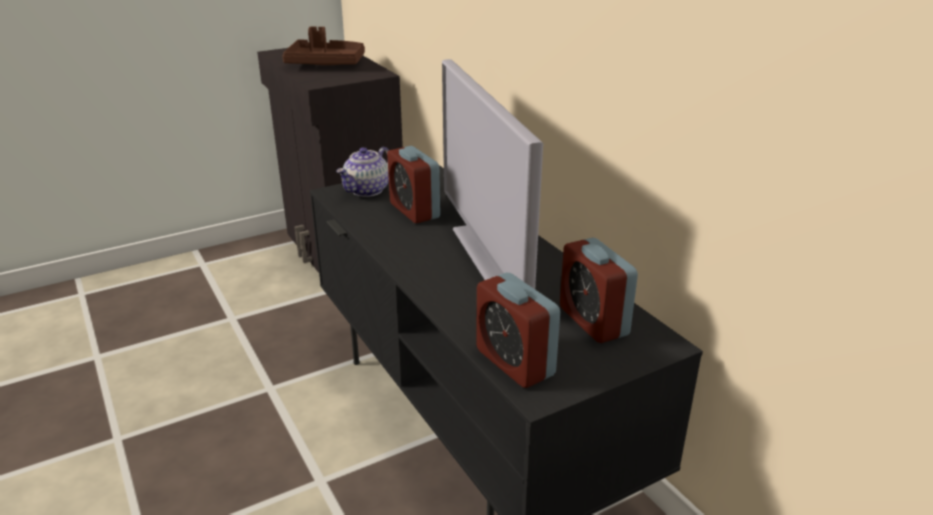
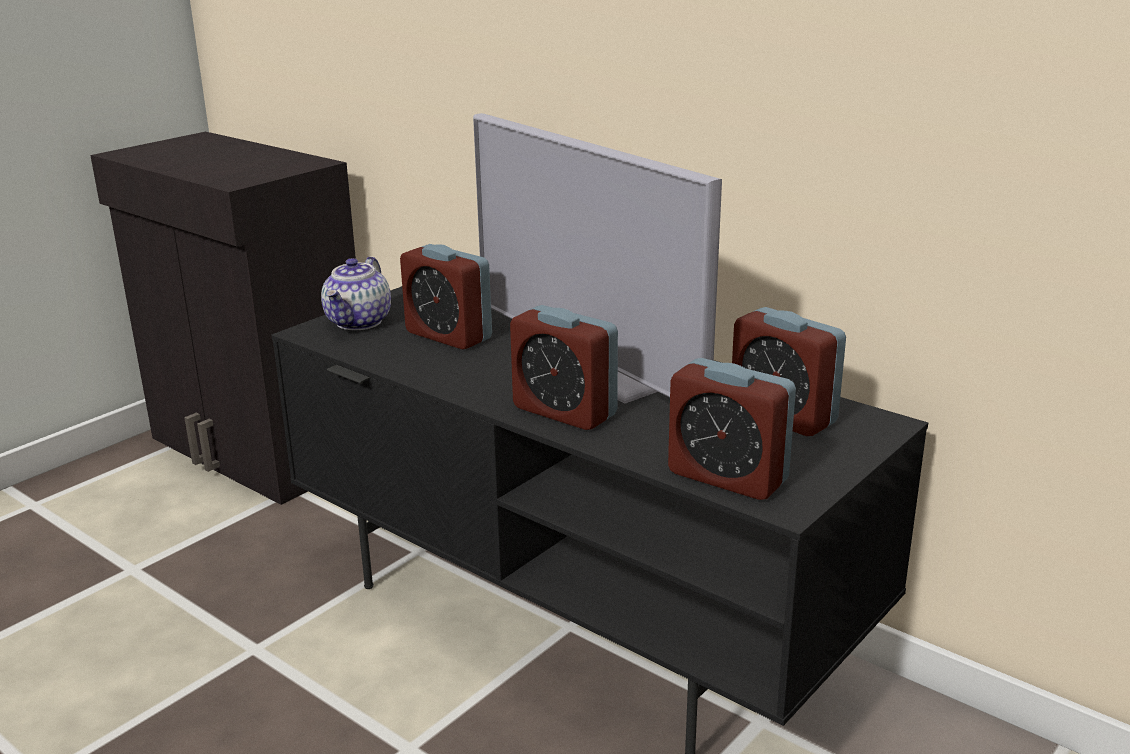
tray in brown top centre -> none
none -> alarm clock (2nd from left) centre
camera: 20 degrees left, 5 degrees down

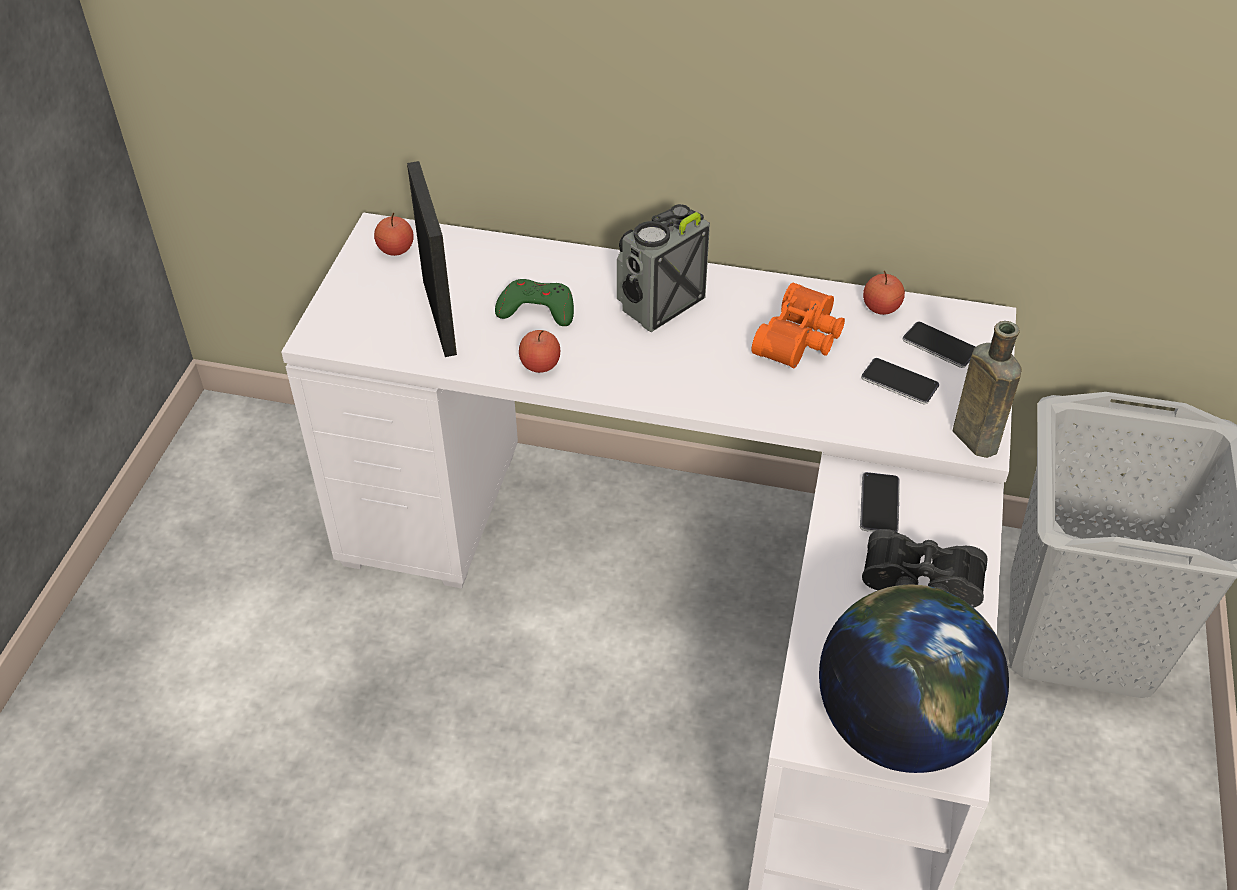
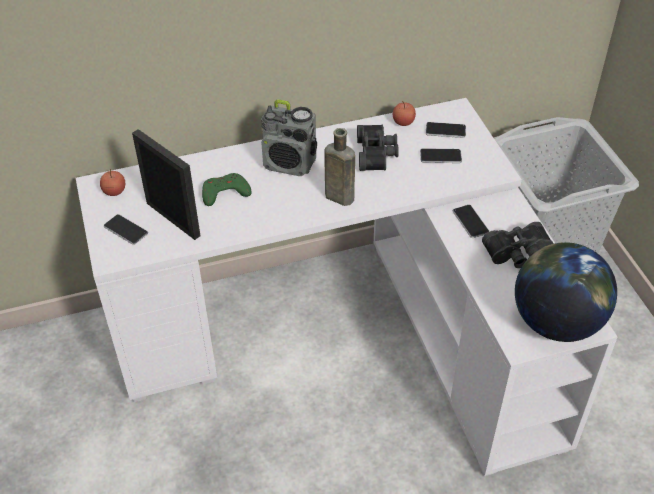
radio top centre, 90 degrees counterclockwise
binoculars in orange centre -> binoculars in black (1st from left) top centre
bottle in brown middle right -> bottle in brown centre, moved
apple (2nd from left) centre -> none
none -> phone (1st from left) middle left
camera: 30 degrees left, 0 degrees up

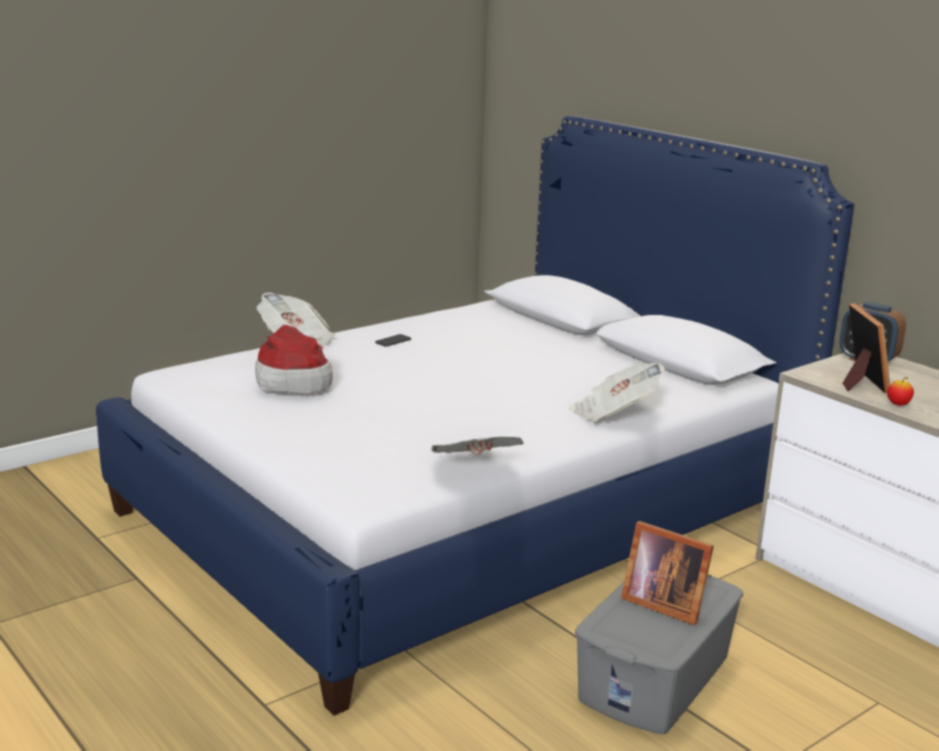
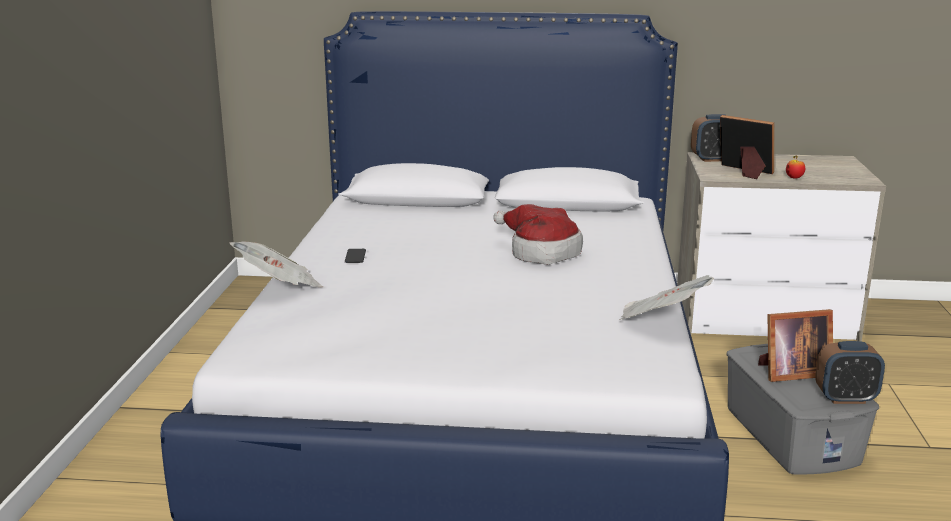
hat middle left -> hat centre, moved
newspaper (3rd from left) centre -> none
none -> alarm clock (2nd from left) bottom right
camera: 45 degrees left, 0 degrees up

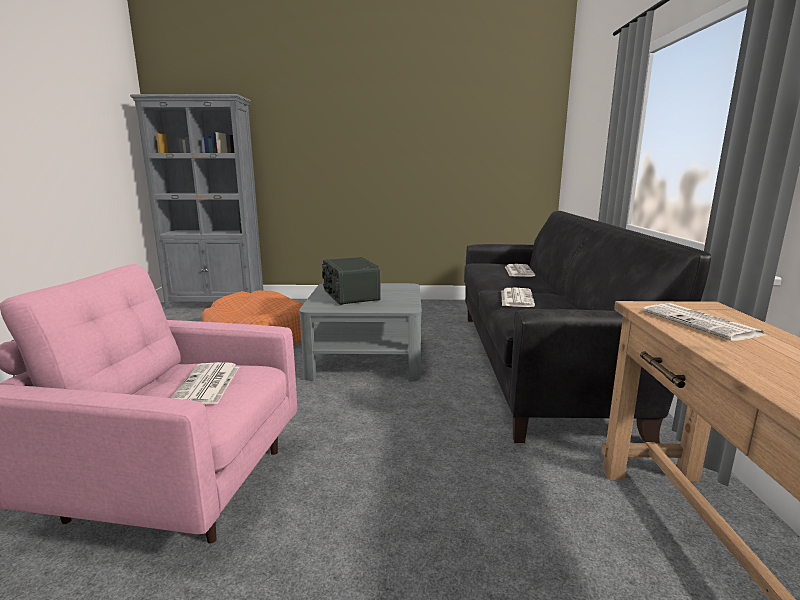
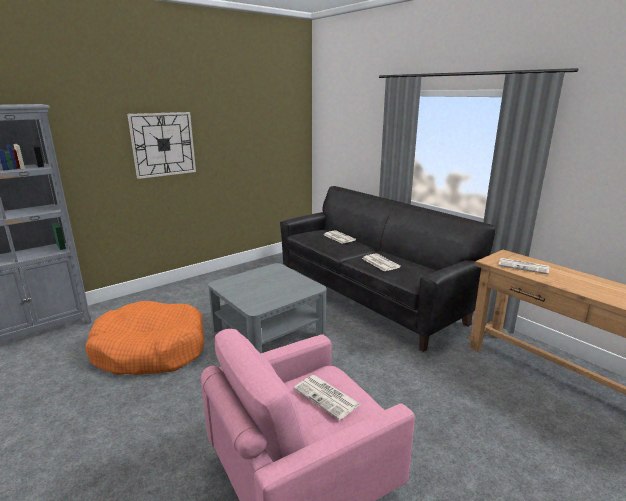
radio centre -> none
none -> wall clock top left
camera: 40 degrees left, 5 degrees up

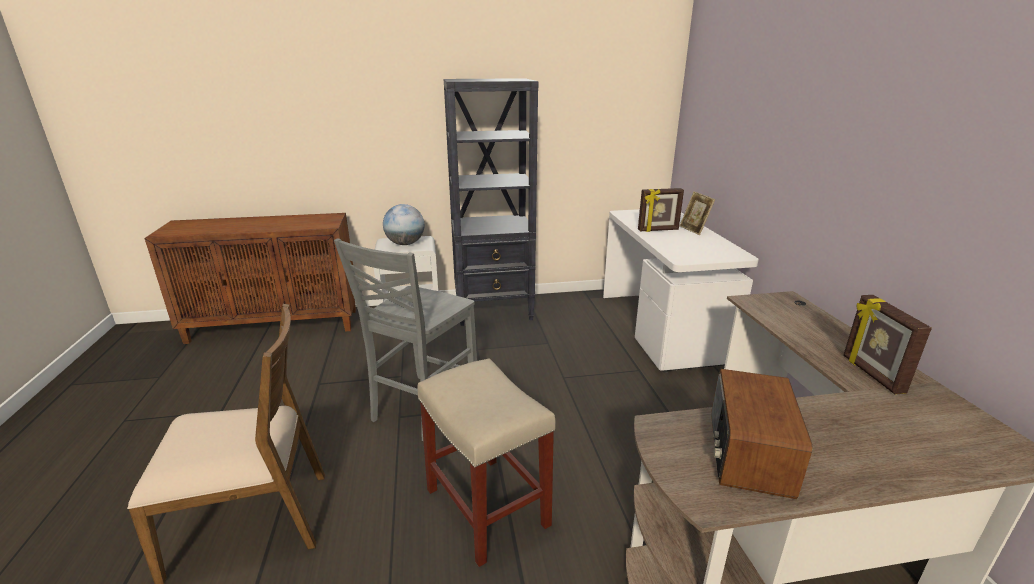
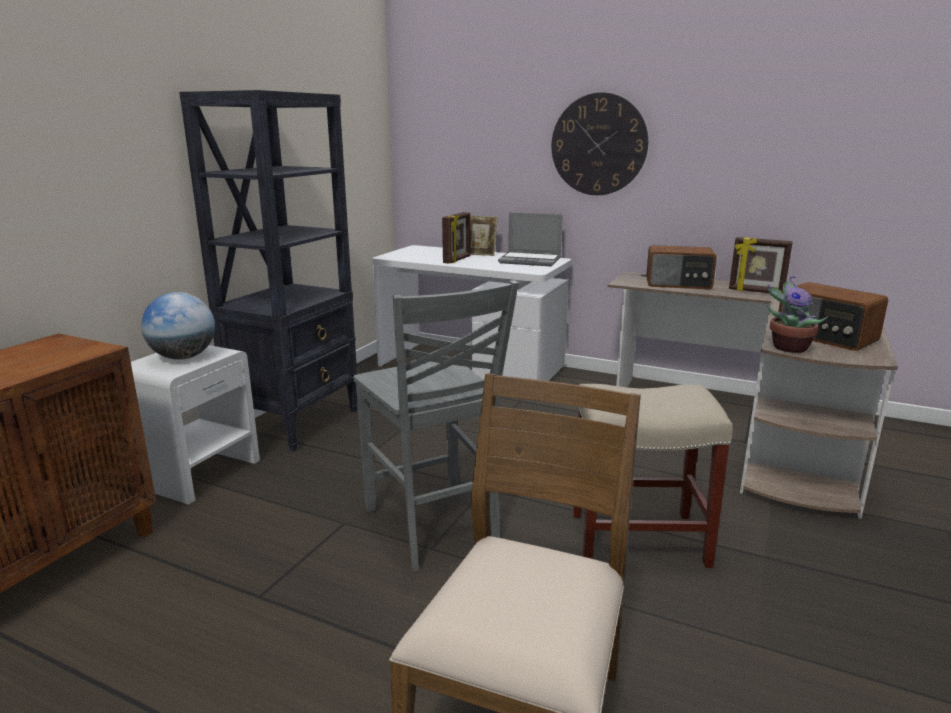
none -> wall clock top centre
none -> laptop centre
none -> radio (1st from left) middle right
none -> potted plant middle right
camera: 55 degrees left, 5 degrees down

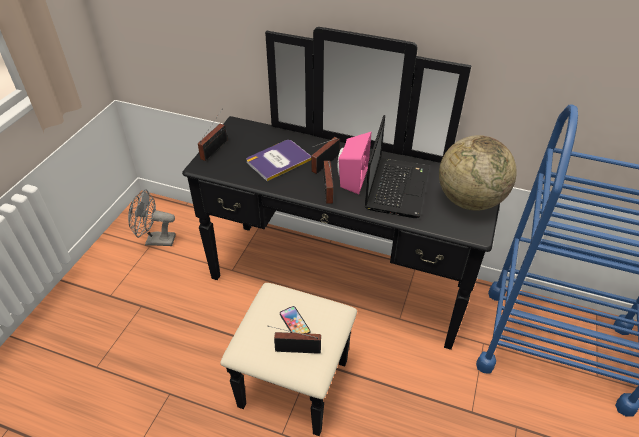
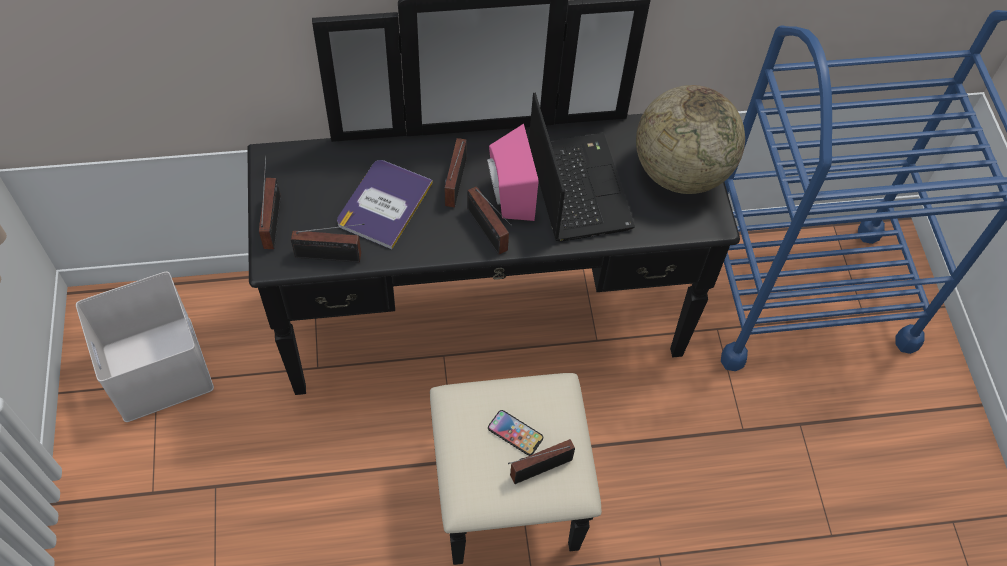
fan in grey middle left -> storage box in white middle left
none -> radio (2nd from left) middle left
camera: 30 degrees left, 15 degrees up

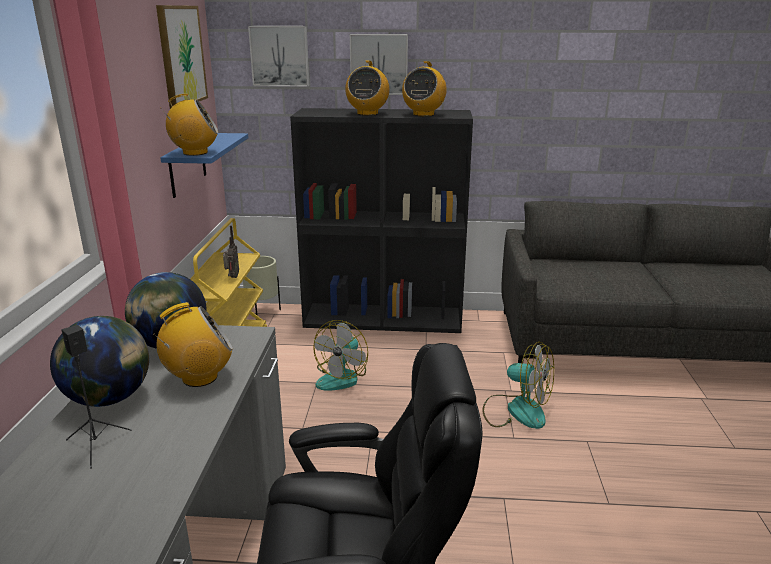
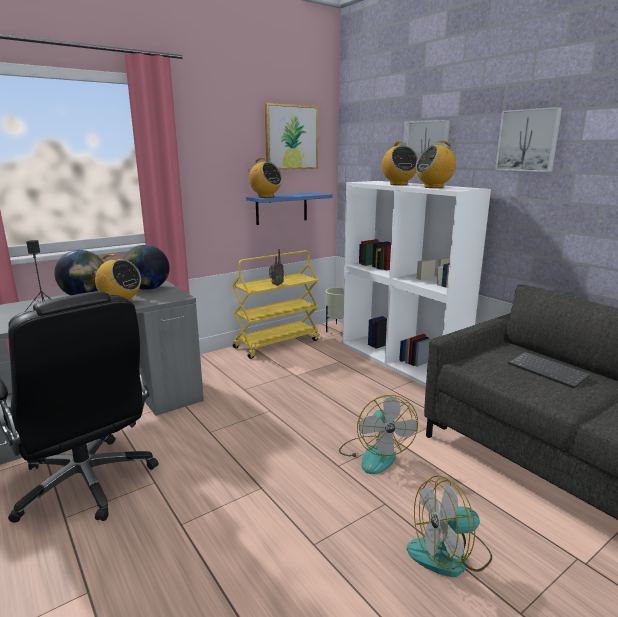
picture (2nd from left in the first image) top centre -> picture (3rd from left) top right, moved
radio (4th from left) top centre, 75 degrees counterclockwise
bookcase in black centre -> bookcase in white middle right
fan (1st from left in the first image) centre -> fan (2nd from left) bottom right, moved
none -> keyboard middle right
camera: 50 degrees right, 5 degrees down

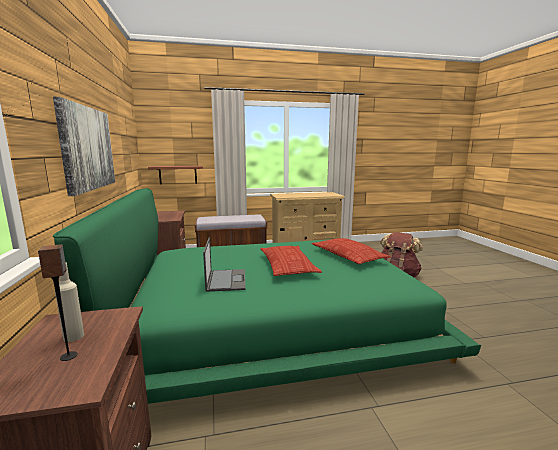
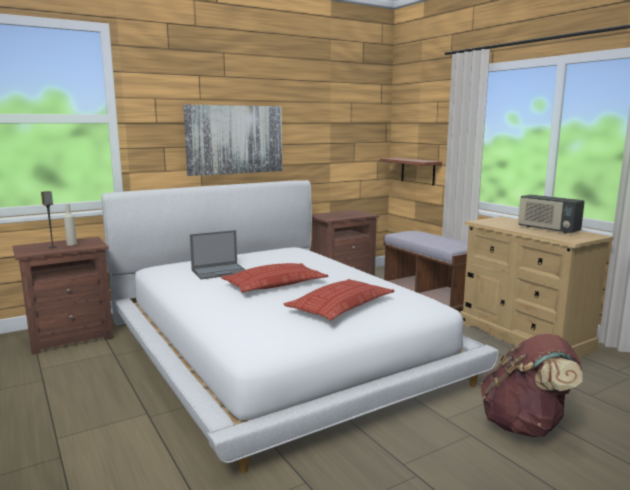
bed in green centre -> bed in white centre
none -> radio middle right
camera: 70 degrees right, 0 degrees up

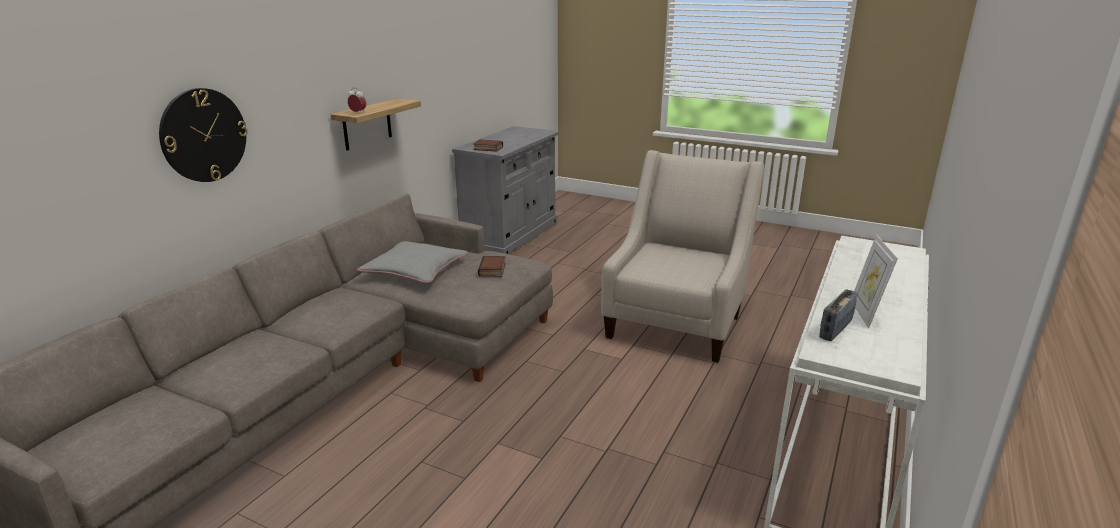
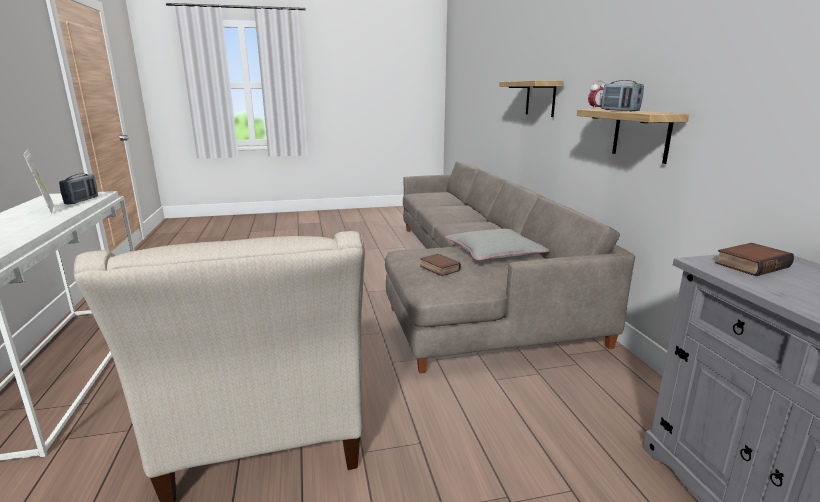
wall clock top left -> shelf (1st from left) top centre
none -> radio (2nd from left) top right
camera: 140 degrees right, 5 degrees down

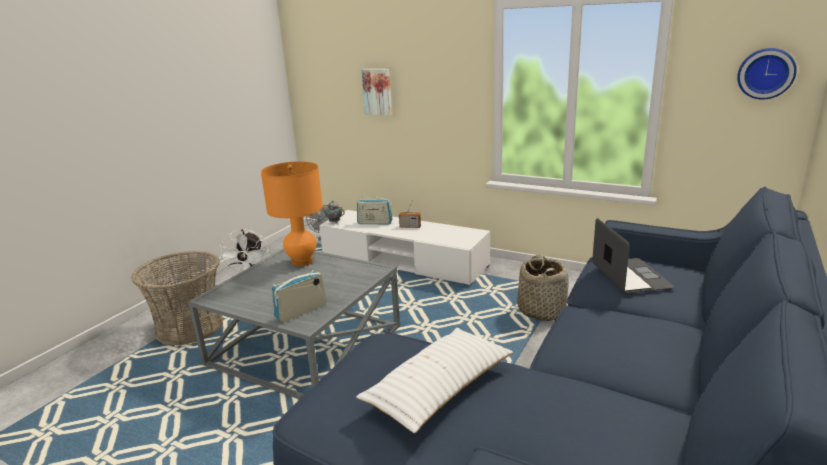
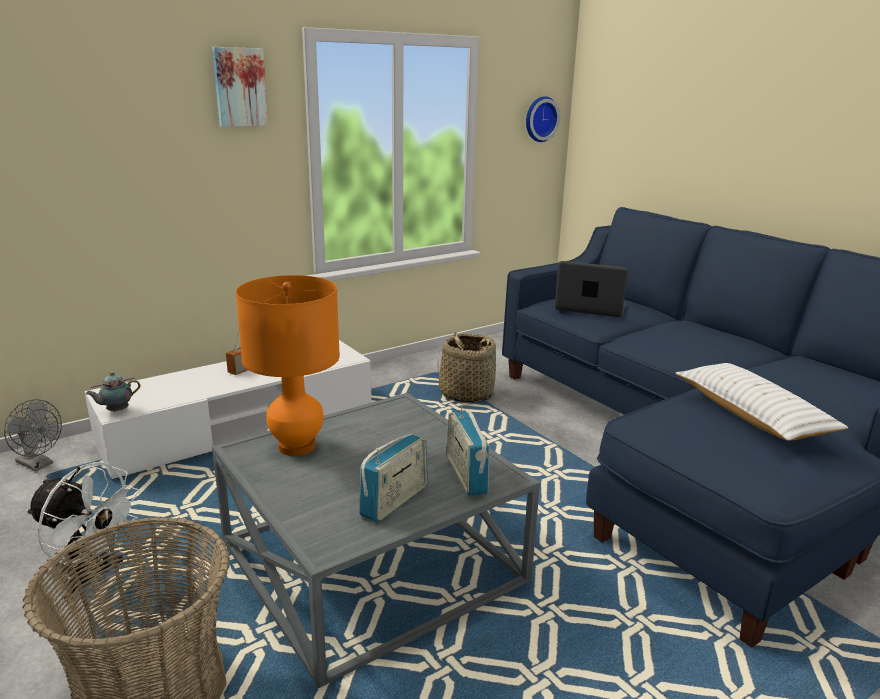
picture top centre -> picture top left, moved
radio (2nd from left) centre -> radio (2nd from left) bottom centre, moved
camera: 65 degrees left, 0 degrees up

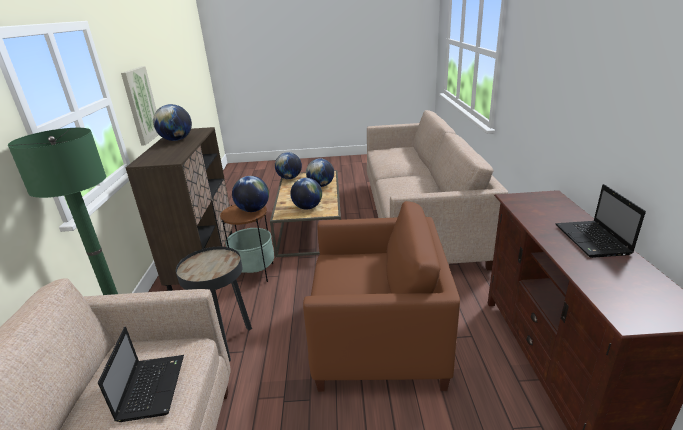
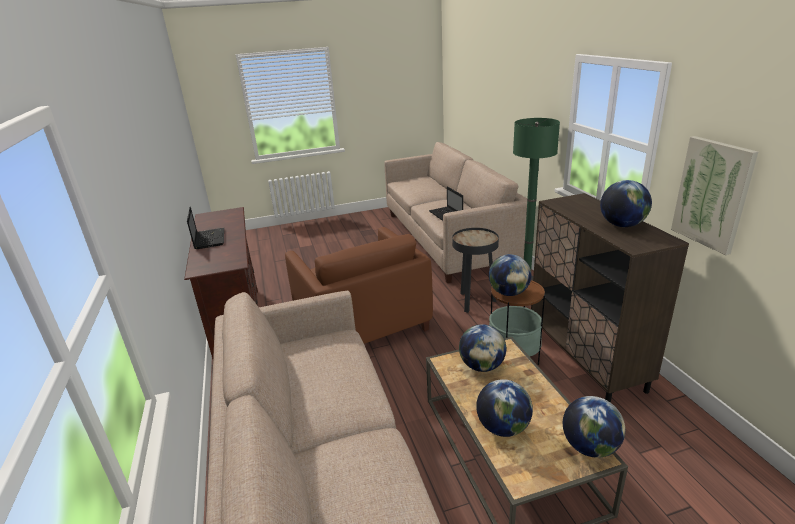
armchair in brown bottom centre -> armchair in brown centre, 105 degrees counterclockwise
camera: 165 degrees right, 0 degrees up

